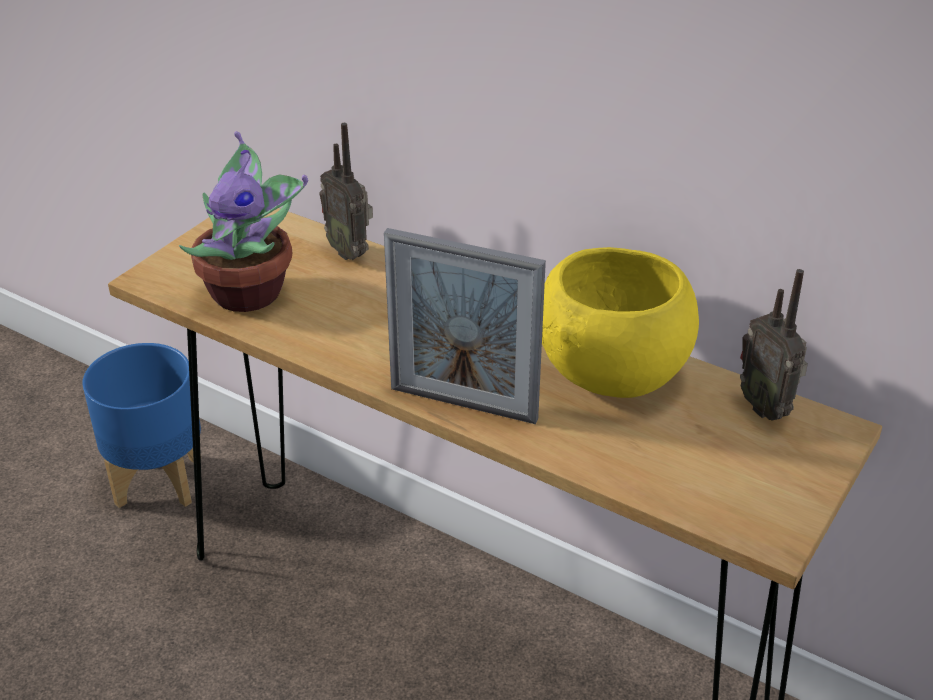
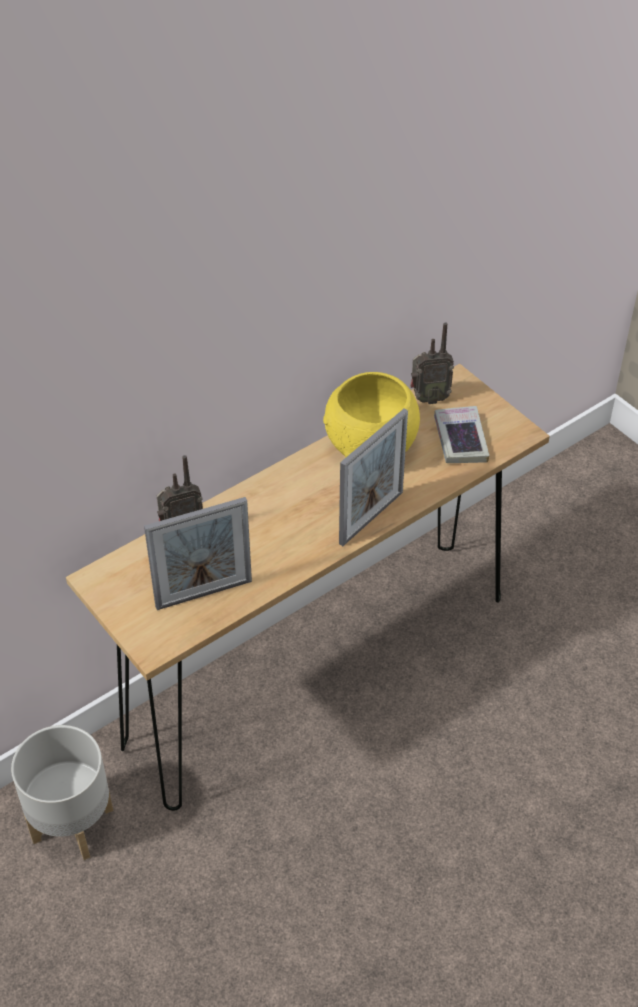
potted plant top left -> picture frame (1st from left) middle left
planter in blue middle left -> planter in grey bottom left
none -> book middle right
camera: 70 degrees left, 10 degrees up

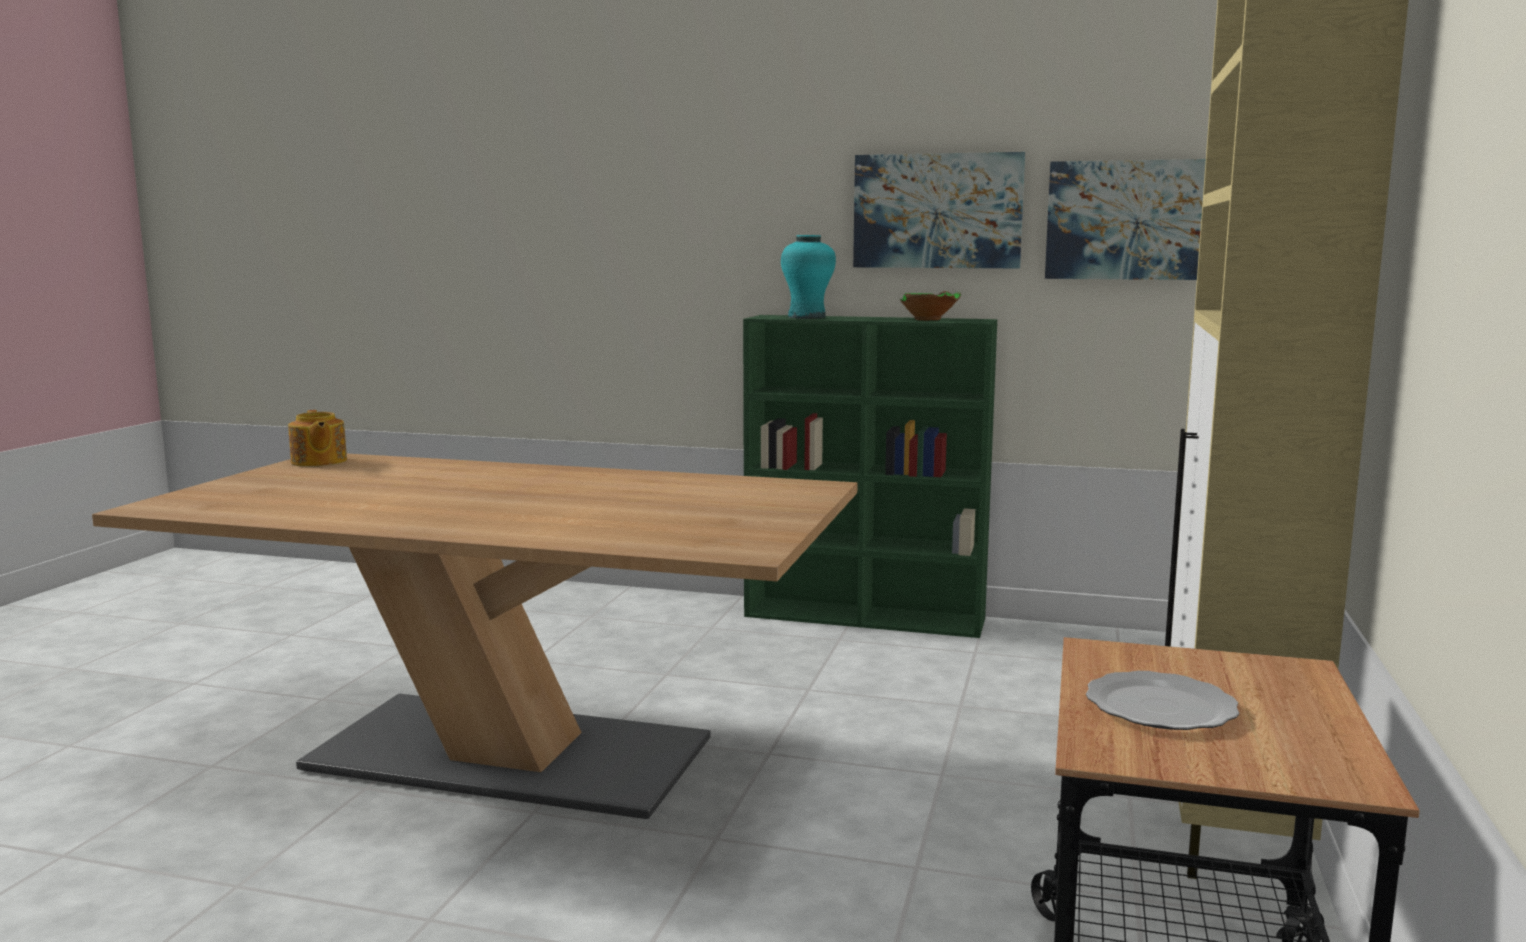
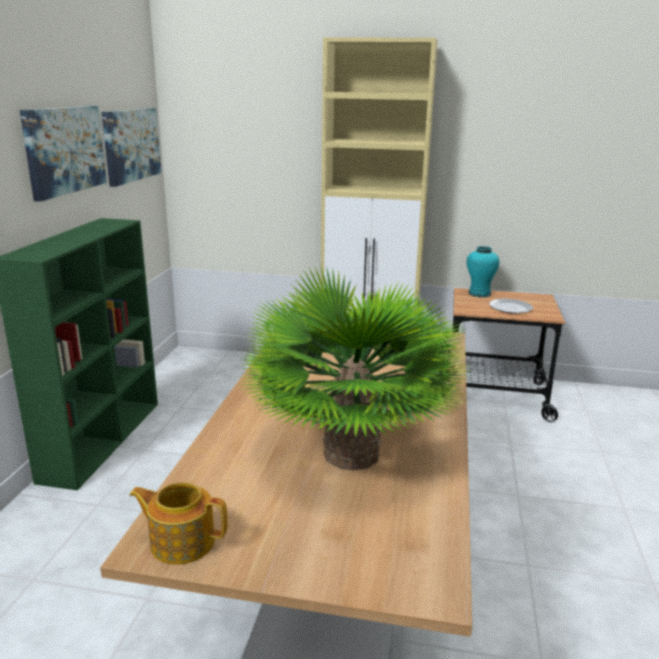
vase in turquoise top centre -> vase in turquoise middle right, moved
bowl in green top centre -> none
teapot middle left -> teapot bottom left, 135 degrees counterclockwise
none -> potted plant centre
camera: 95 degrees left, 10 degrees up

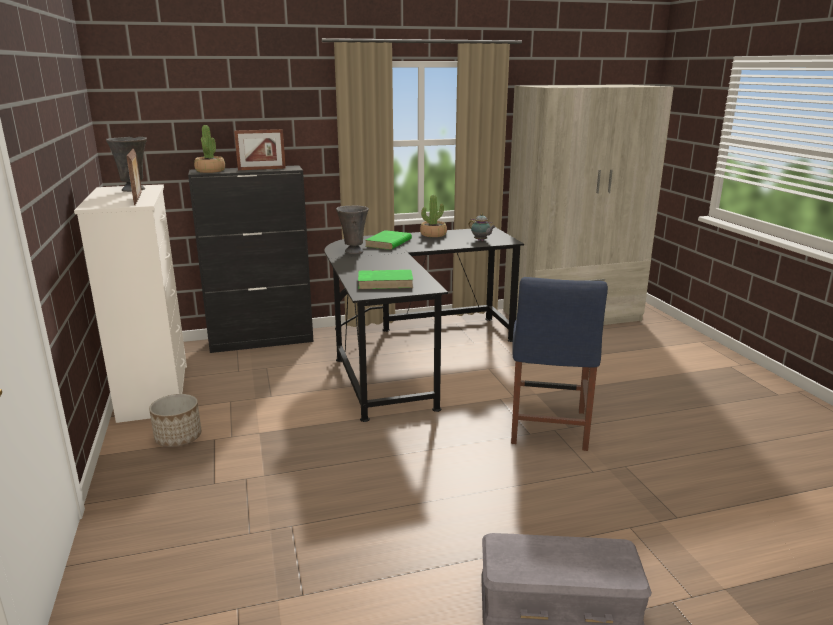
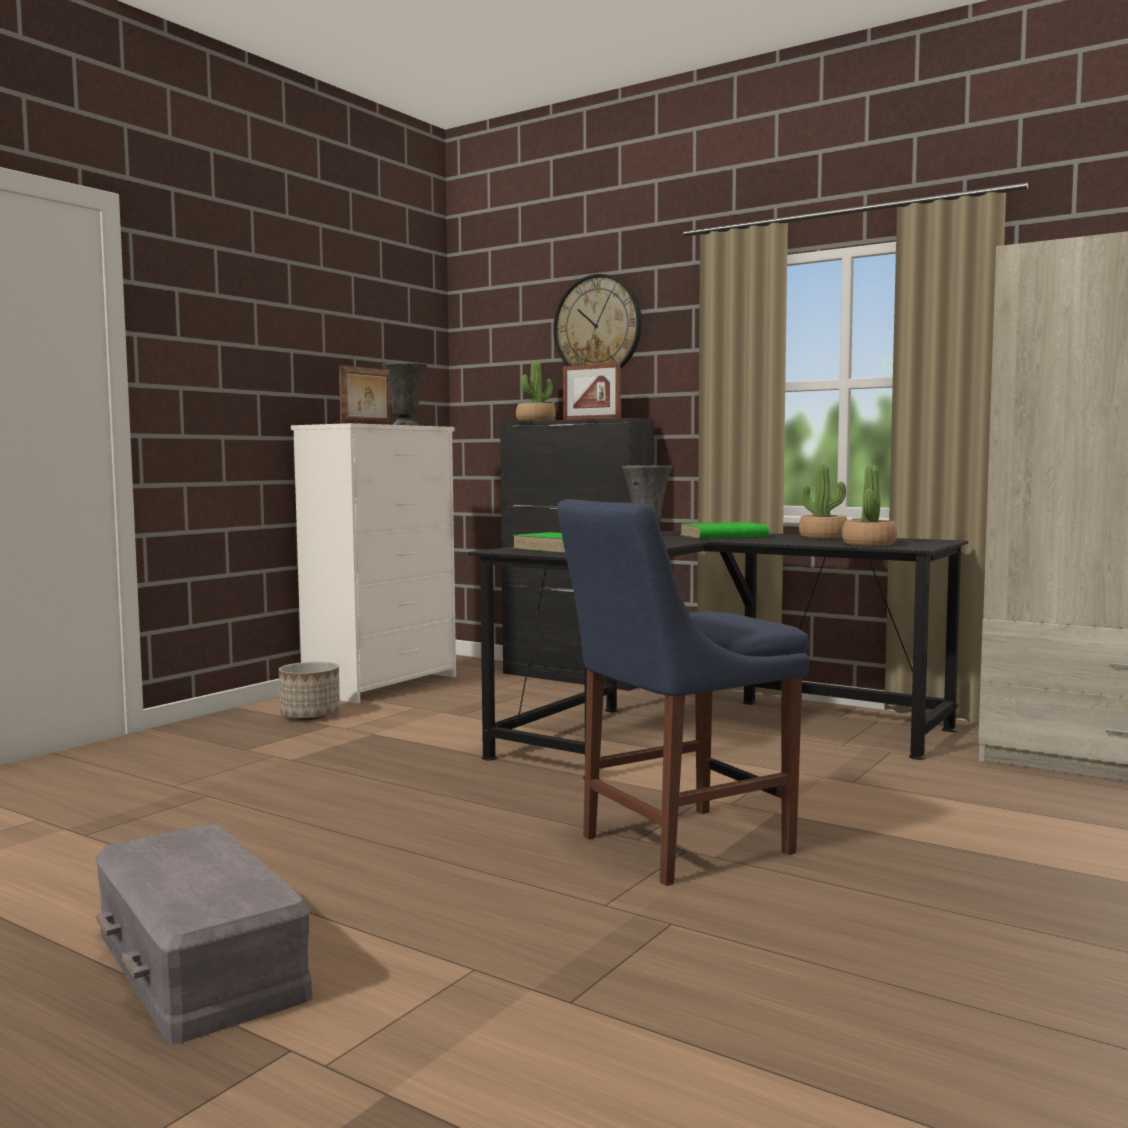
teapot centre -> potted plant (3rd from left) middle right
none -> wall clock top centre
camera: 50 degrees right, 15 degrees down

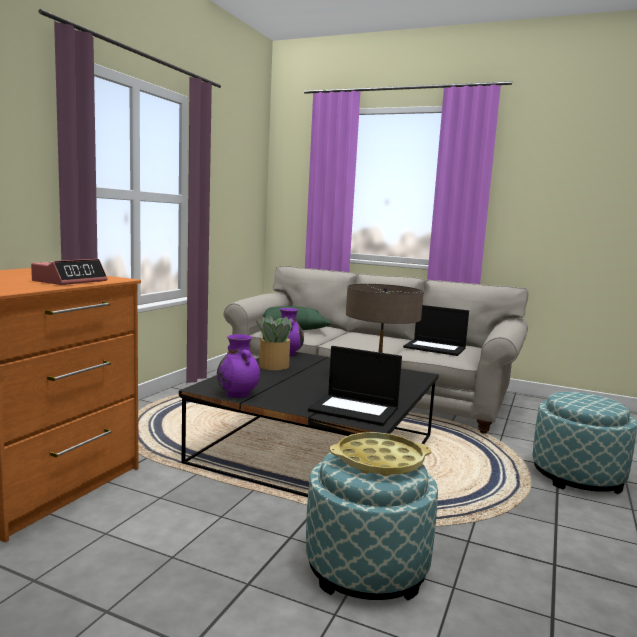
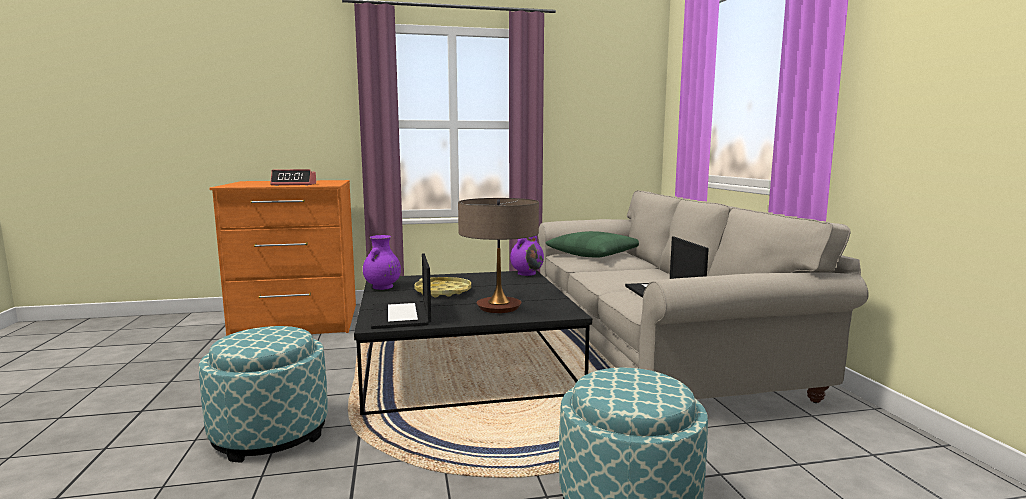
potted plant centre -> none
tray in yellow bottom centre -> tray in yellow centre, moved
camera: 55 degrees right, 0 degrees up

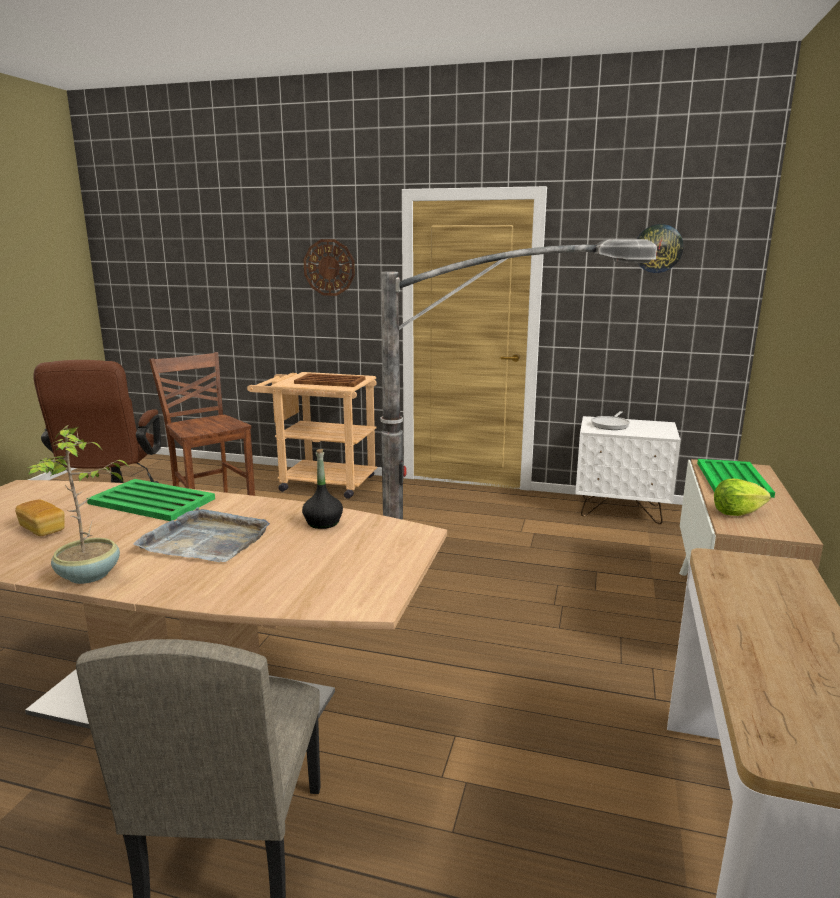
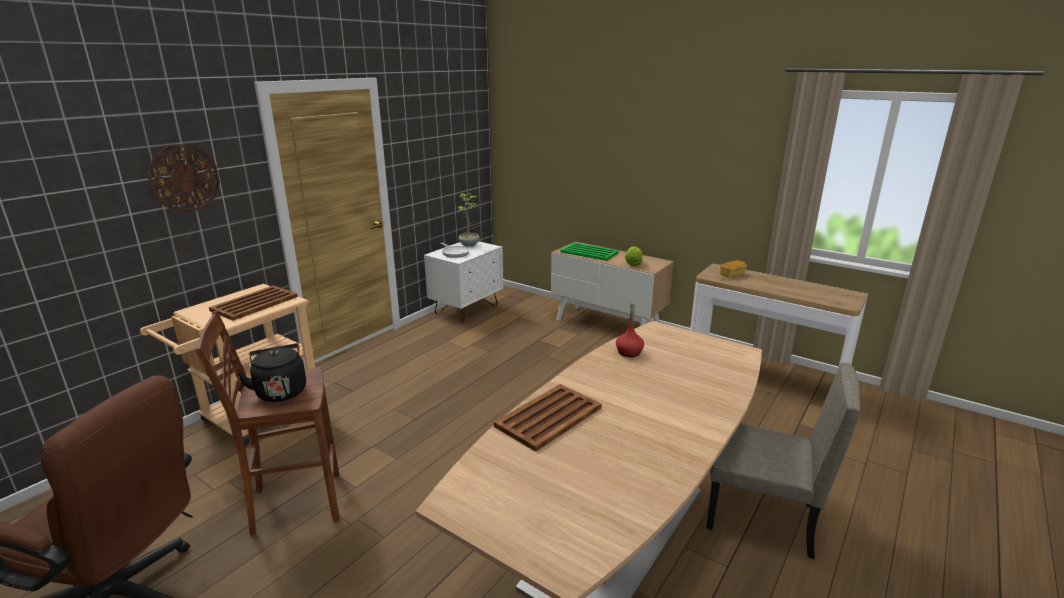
wall clock (2nd from left) top right -> none
floor lamp centre -> none
potted plant middle left -> potted plant centre, moved
bottle in black centre -> bottle in red centre
tray in green (1st from left) middle left -> tray in brown (2nd from left) bottom centre
bread middle left -> bread middle right, moved
tray in grey middle left -> none
none -> kettle in black middle left
camera: 70 degrees left, 5 degrees up

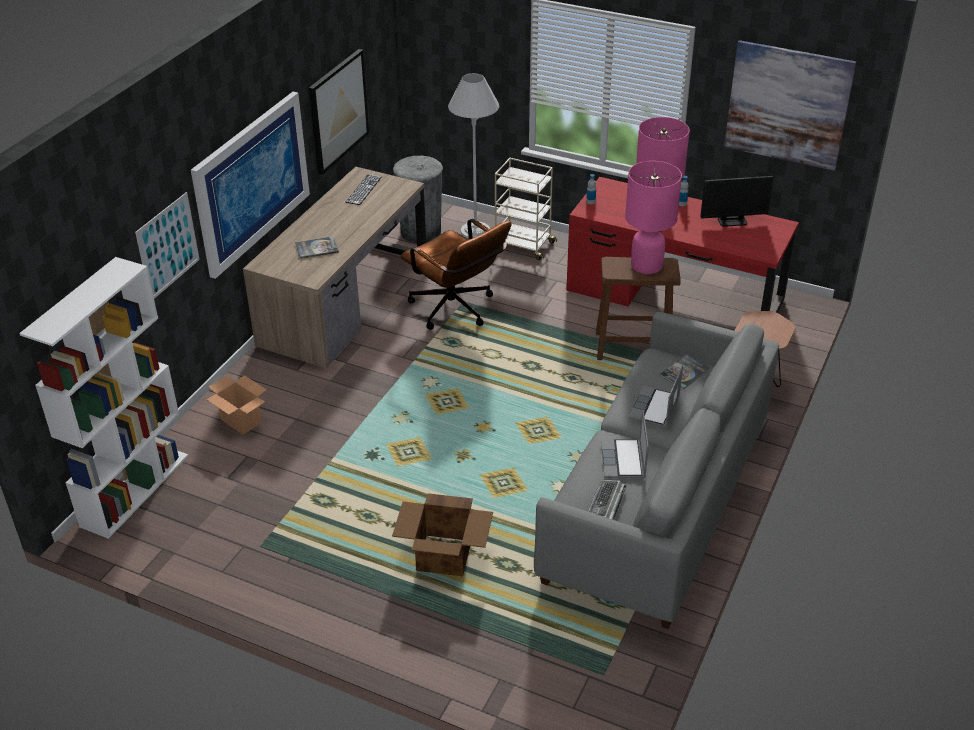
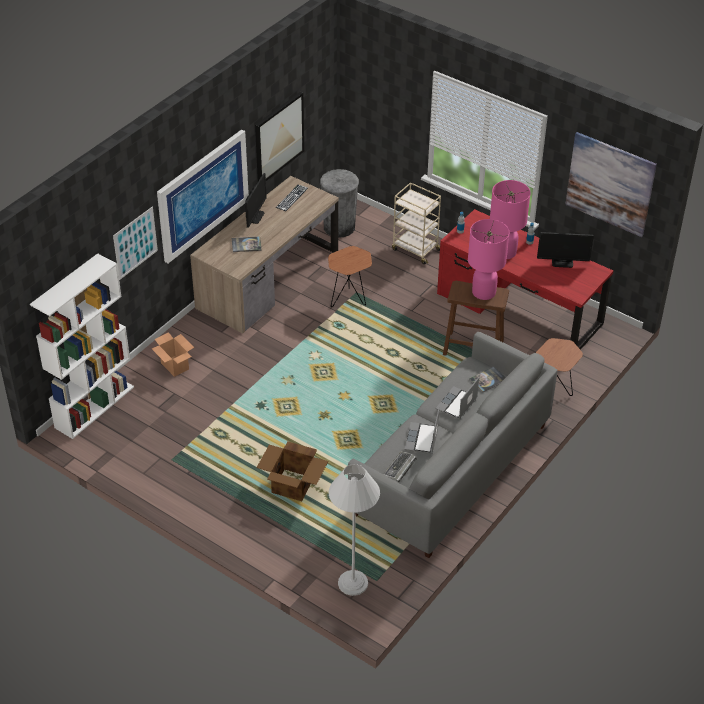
floor lamp in white top centre -> floor lamp in white bottom centre, moved
office chair in brown centre -> side table in brown (1st from left) centre
none -> monitor (1st from left) top centre
camera: 10 degrees right, 5 degrees up

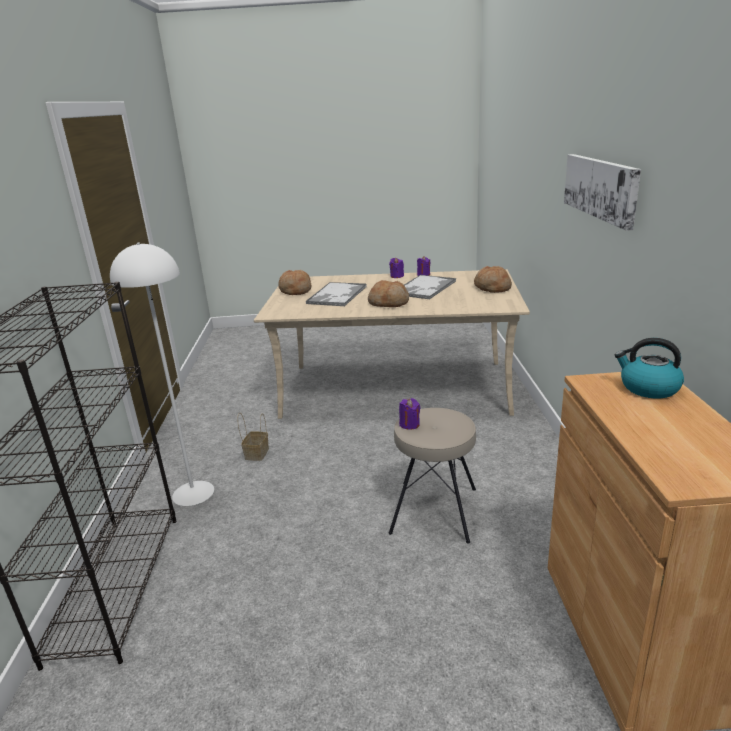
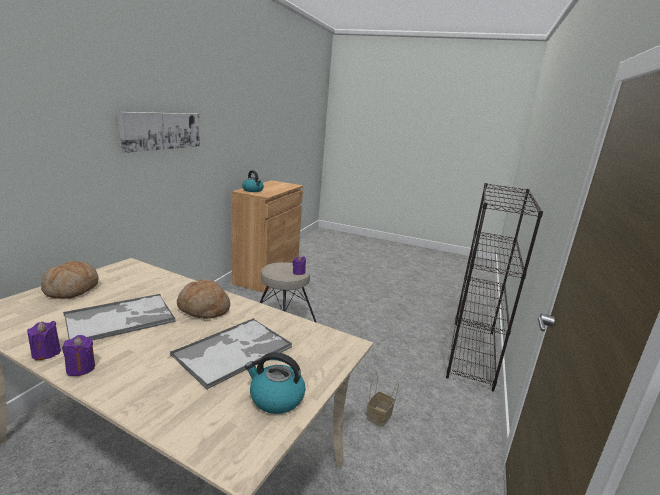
floor lamp in white middle left -> none
bread (1st from left) centre -> kettle (2nd from left) bottom centre
camera: 160 degrees left, 5 degrees down

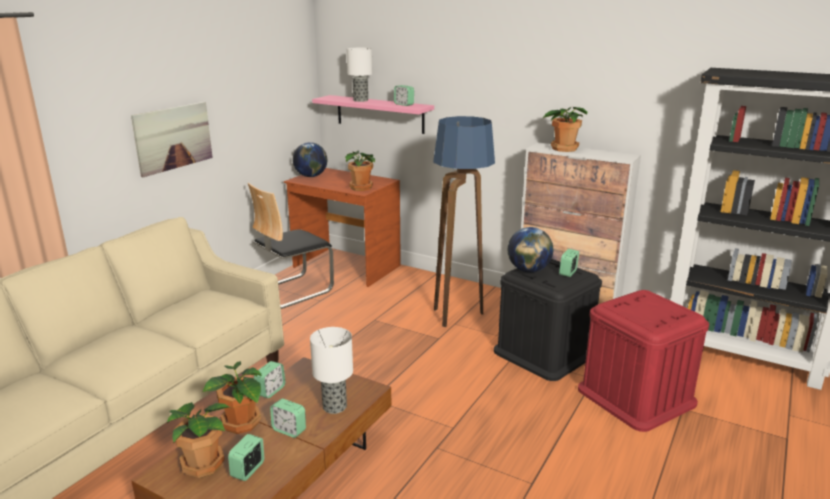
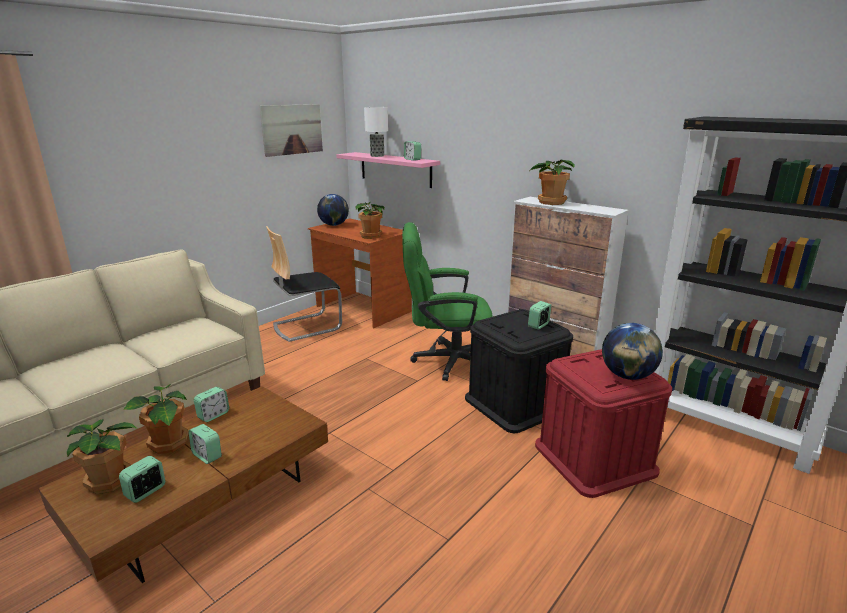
picture top left -> picture top centre, moved
floor lamp centre -> office chair in green centre
globe (2nd from left) centre -> globe (2nd from left) middle right, moved
table lamp (1st from left) bottom centre -> none
camera: 10 degrees right, 0 degrees up

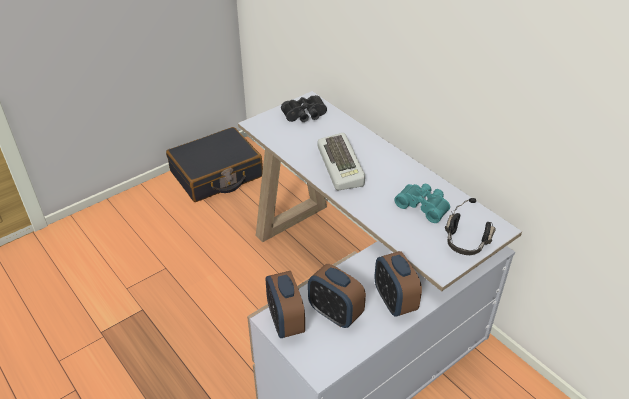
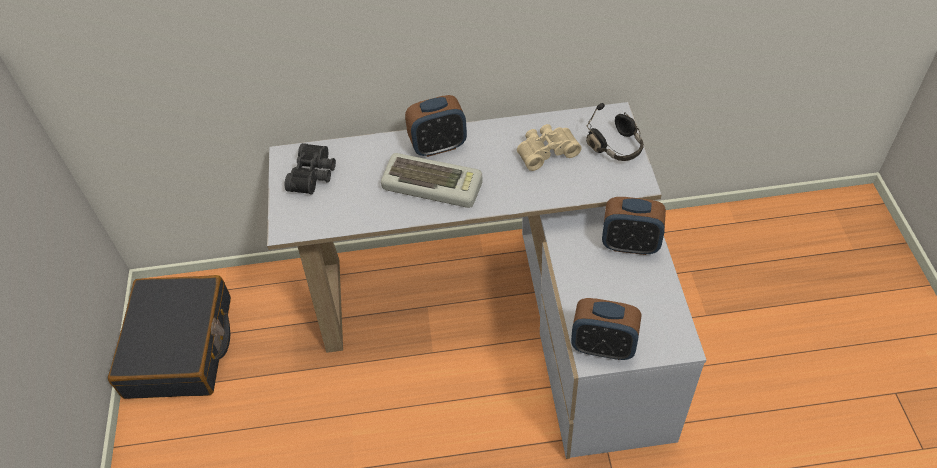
binoculars in turquoise middle right -> binoculars in beige top centre
alarm clock (2nd from left in the first image) bottom centre -> alarm clock (1st from left) top centre, moved
camera: 55 degrees left, 10 degrees up

